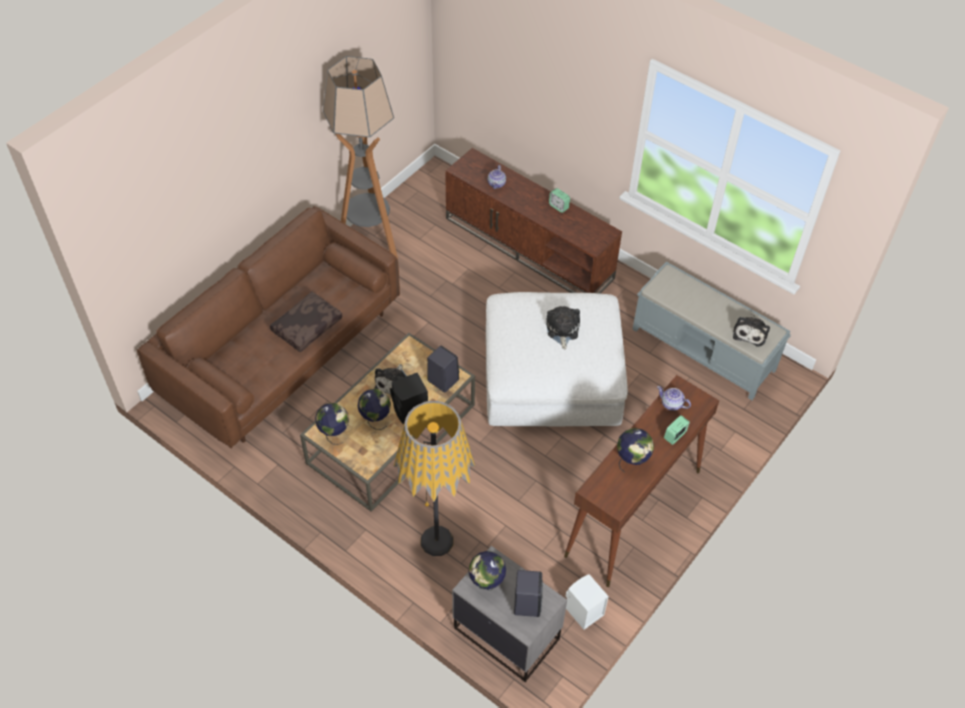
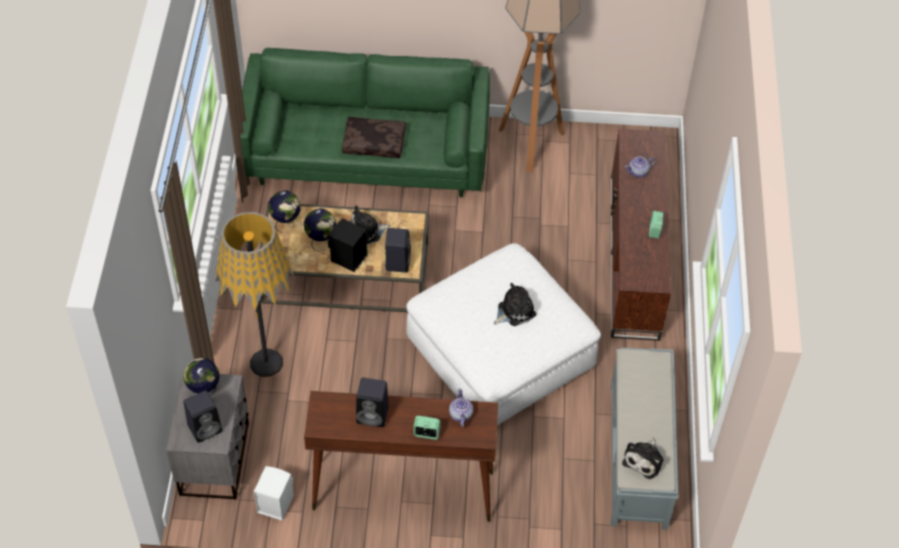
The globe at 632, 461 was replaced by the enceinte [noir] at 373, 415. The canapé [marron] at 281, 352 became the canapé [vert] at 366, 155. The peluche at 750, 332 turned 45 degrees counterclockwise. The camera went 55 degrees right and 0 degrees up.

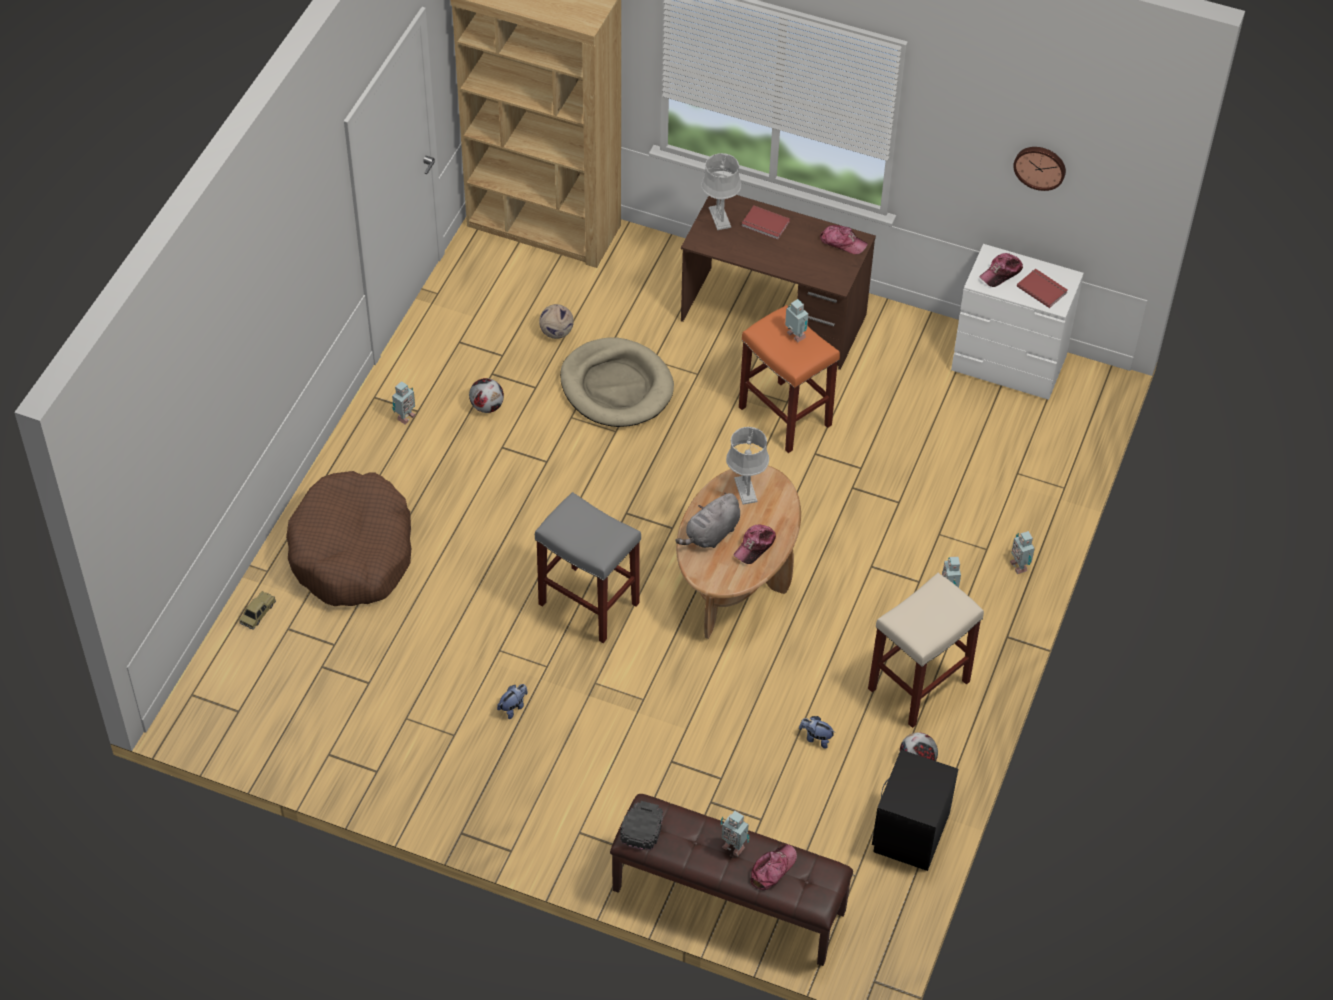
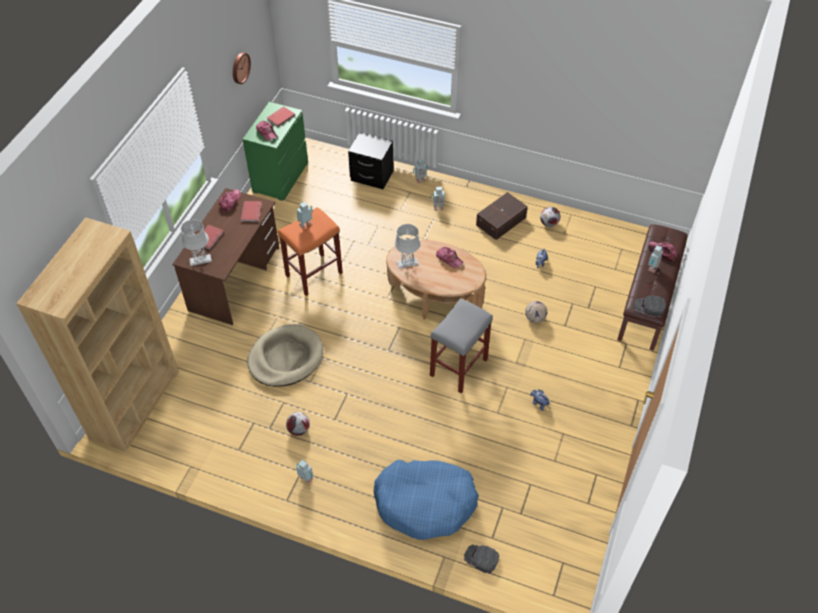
The peluche [gris] at 711, 534 disappeared. The livre [rouge] at 252, 212 appeared. The ballon de foot moved from 556, 333 to 535, 318. The table de chevet [noir] moved from 909, 831 to 371, 176. The petite voiture at 258, 613 was replaced by the casquette [noir] at 481, 559. The tabouret [beige] at 918, 686 was replaced by the boîte de rangement [marron] at 502, 221. The panier pour chien [marron] at 352, 552 became the panier pour chien [bleu] at 425, 503. The commode [blanc] at 1009, 365 became the commode [vert] at 280, 177. The camera went 90 degrees left and 0 degrees up.

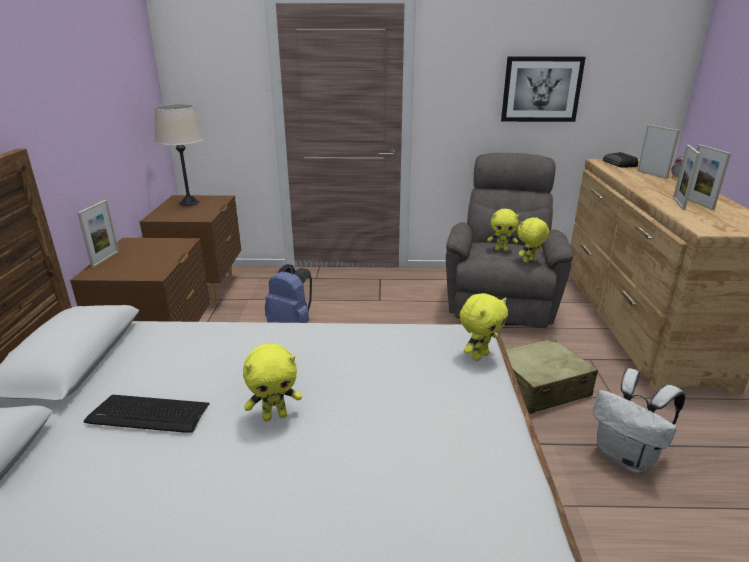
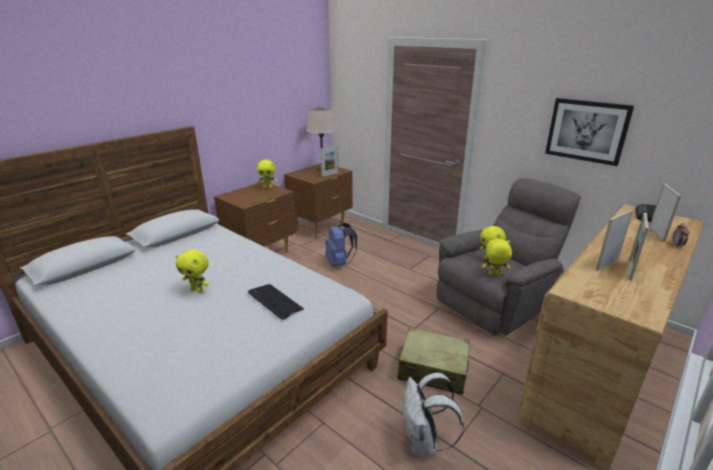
The cadre photo moved from 105, 259 to 330, 174. The clavier moved from 149, 415 to 274, 301. The peluche [jaune] moved from 479, 356 to 268, 187. The camera went 40 degrees right and 0 degrees up.

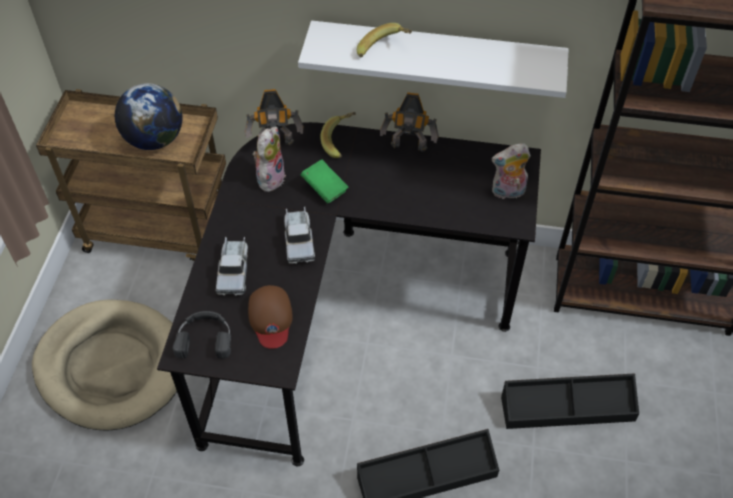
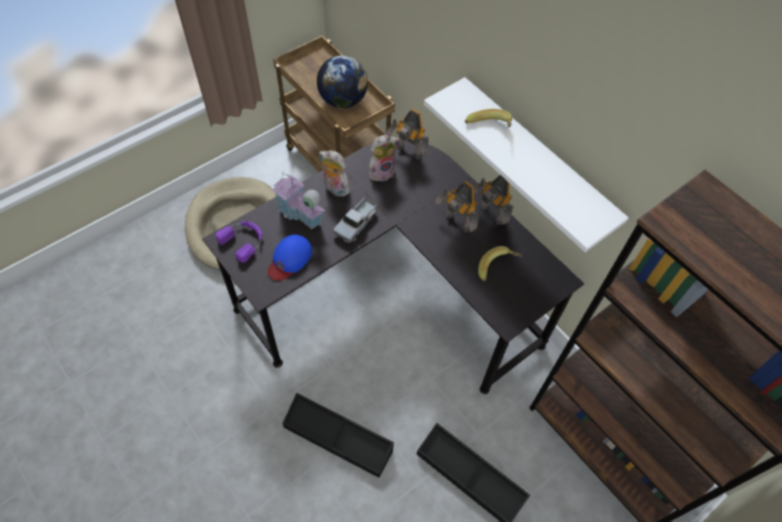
The livre [vert] at 324, 189 disappeared. The robot jouet at 456, 223 appeared. The banane moved from 341, 142 to 497, 269. The peluche moved from 507, 192 to 334, 188. The camion jouet at 234, 271 was replaced by the maison miniature at 300, 214. The casque audio [noir] at 205, 337 became the casque audio [violet] at 243, 241. The casquette [marron] at 271, 318 became the casquette [bleu] at 289, 259. The camera went 40 degrees right and 5 degrees up.

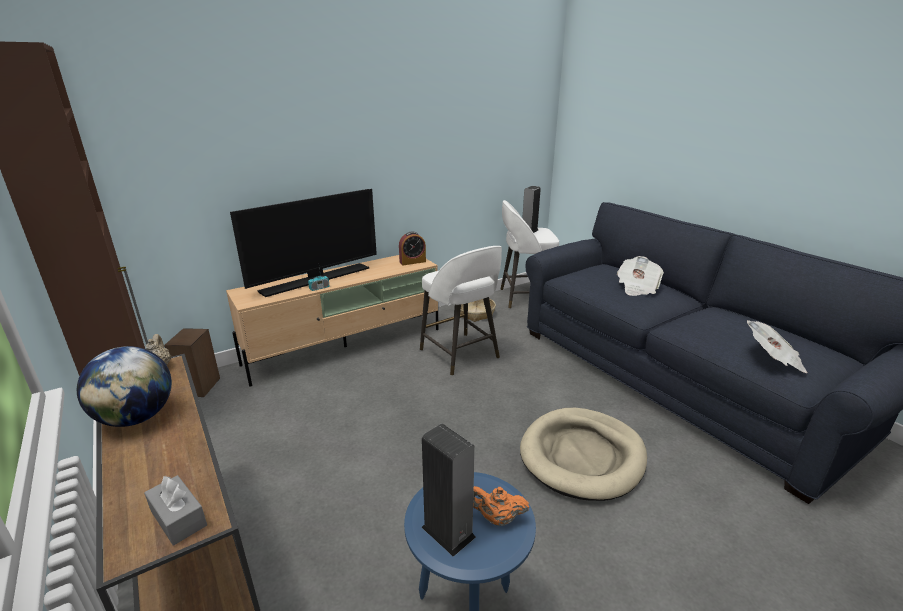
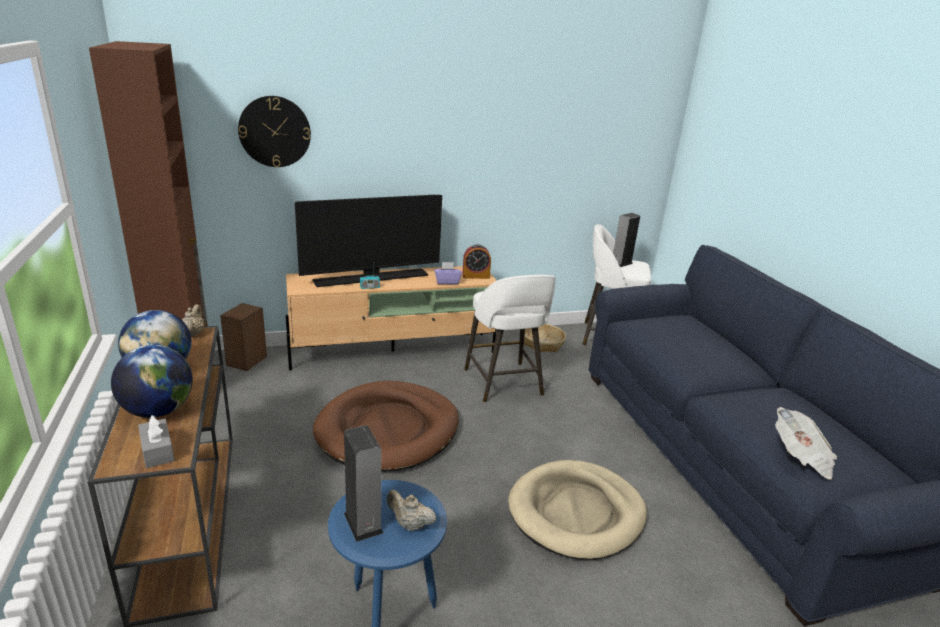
The journal at 637, 288 disappeared. The globe at 158, 411 appeared. The horloge murale at 275, 132 appeared. The panier pour chien [marron] at 388, 430 appeared. The boîte à mouchoirs [violet] at 447, 282 appeared. The théière [orange] at 497, 518 became the théière [beige] at 410, 524. The camera went 15 degrees right and 0 degrees up.

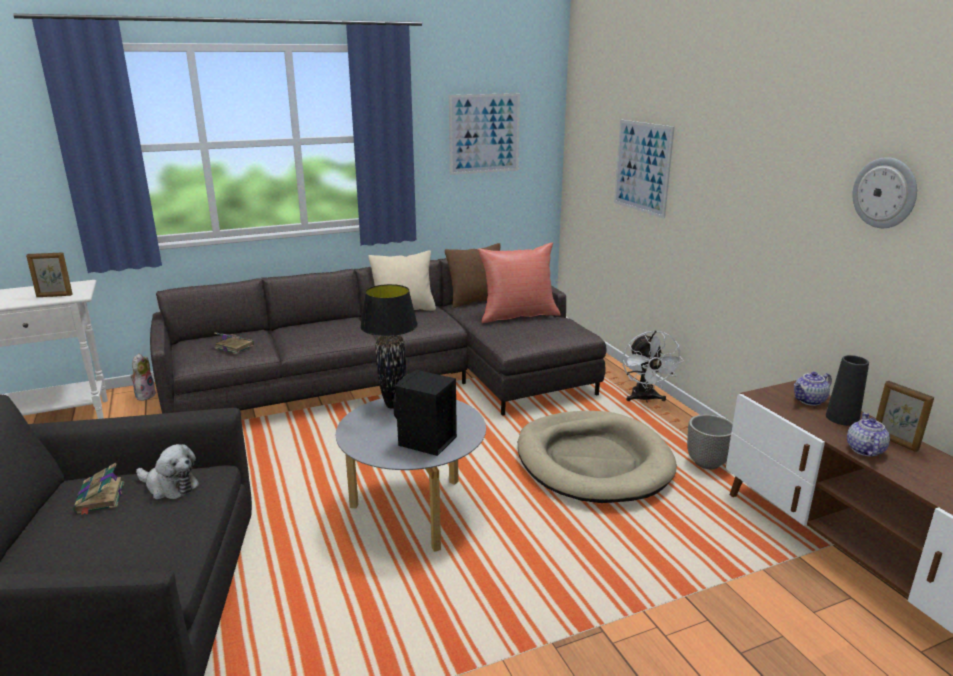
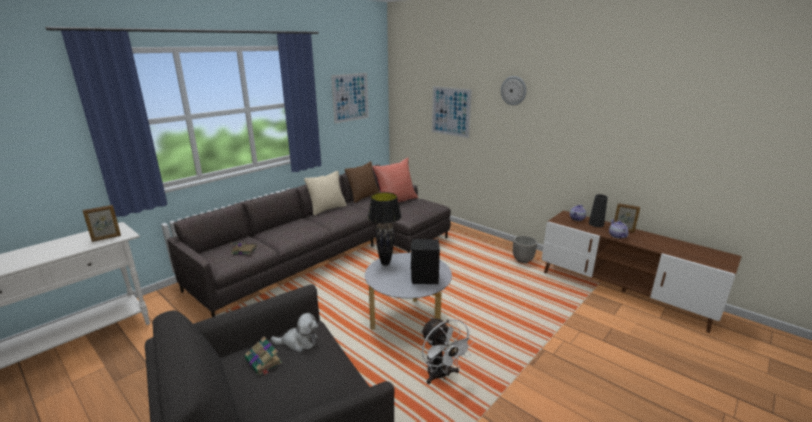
The peluche at 145, 395 disappeared. The panier pour chien [beige] at 593, 461 disappeared. The ventilateur [blanc] moved from 645, 399 to 441, 375. The horloge murale moved from 885, 193 to 513, 90. The camera went 25 degrees left and 0 degrees up.

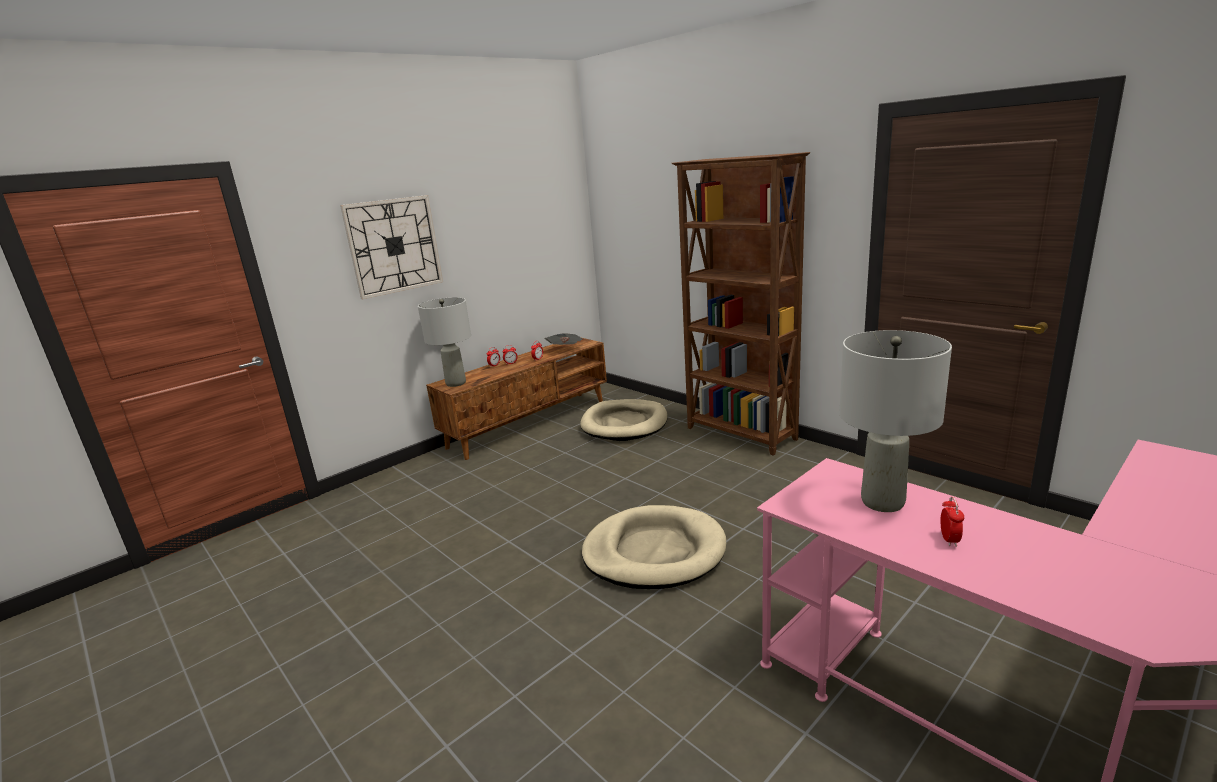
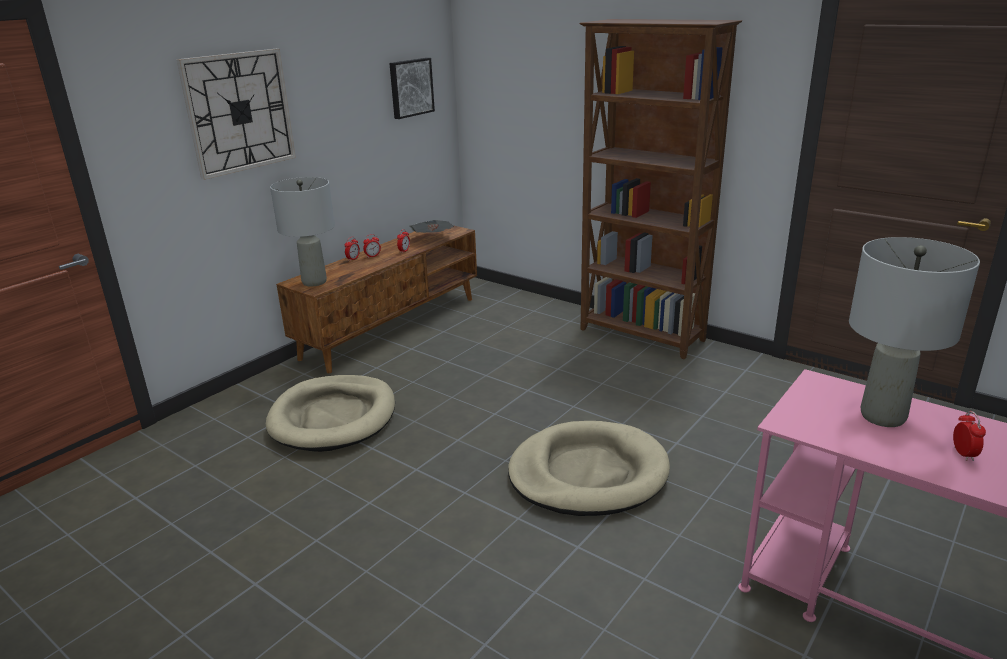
The tableau at 410, 87 appeared. The panier pour chien [beige] moved from 625, 424 to 333, 417. The camera went 10 degrees left and 5 degrees up.

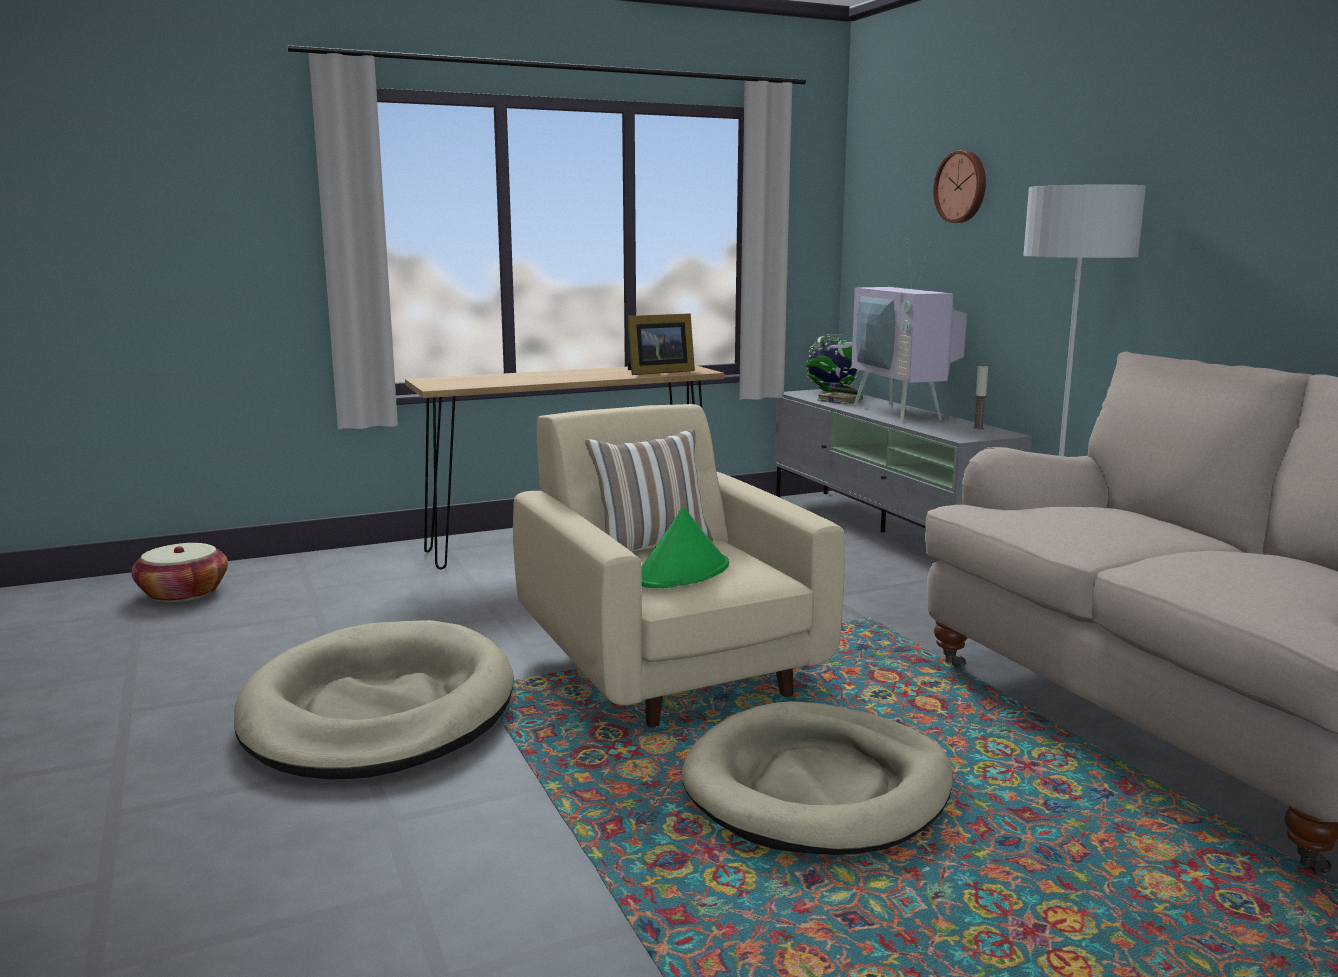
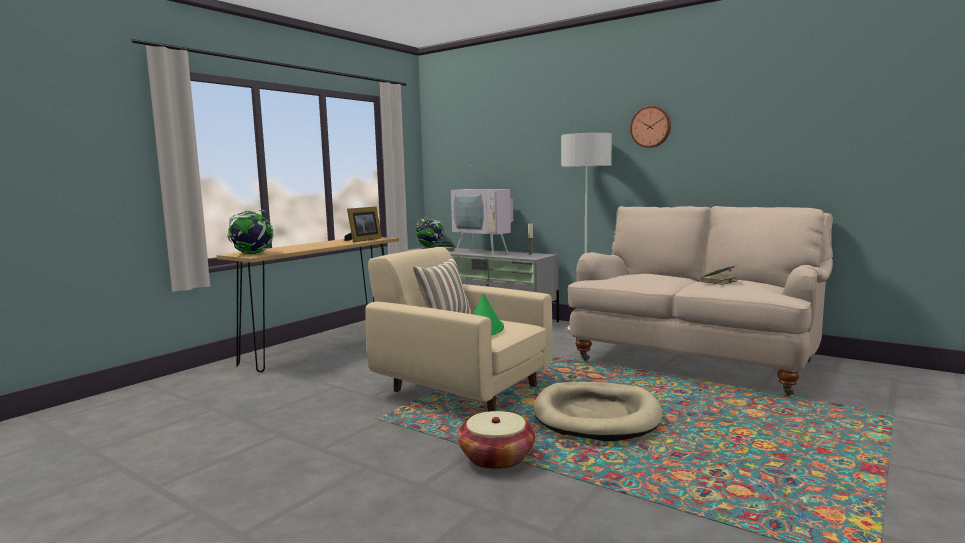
The panier pour chien [beige] at 379, 710 disappeared. The globe at 252, 254 appeared. The livre at 718, 282 appeared. The panier moved from 183, 593 to 496, 458. The horloge murale moved from 962, 187 to 651, 127. The camera went 30 degrees left and 5 degrees down.

